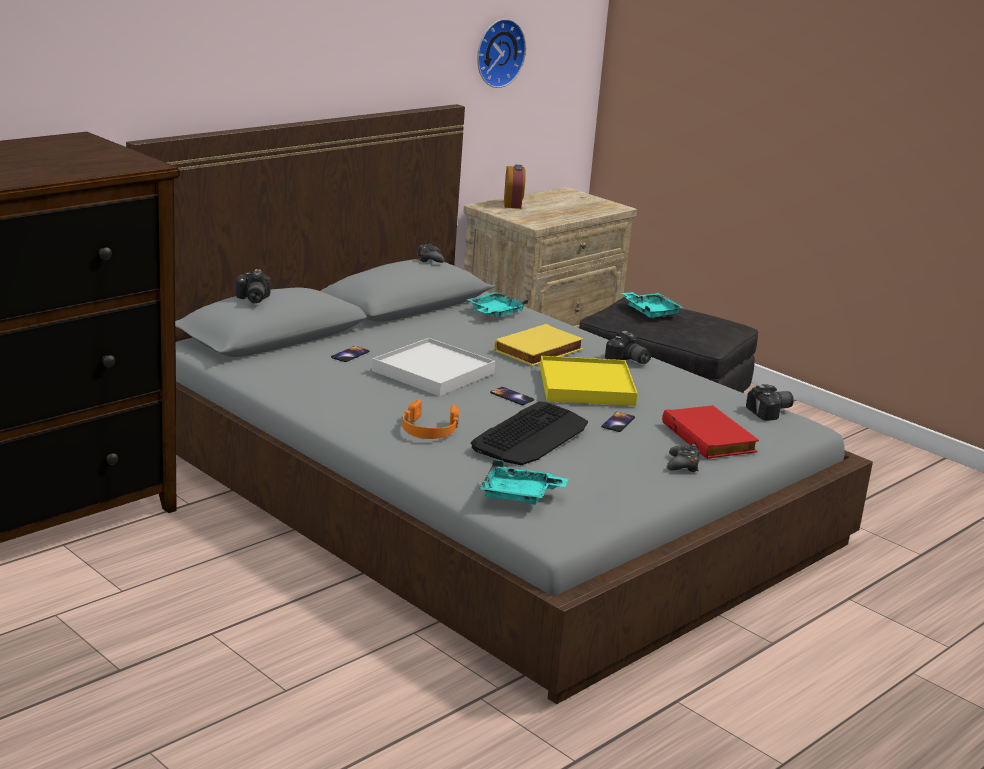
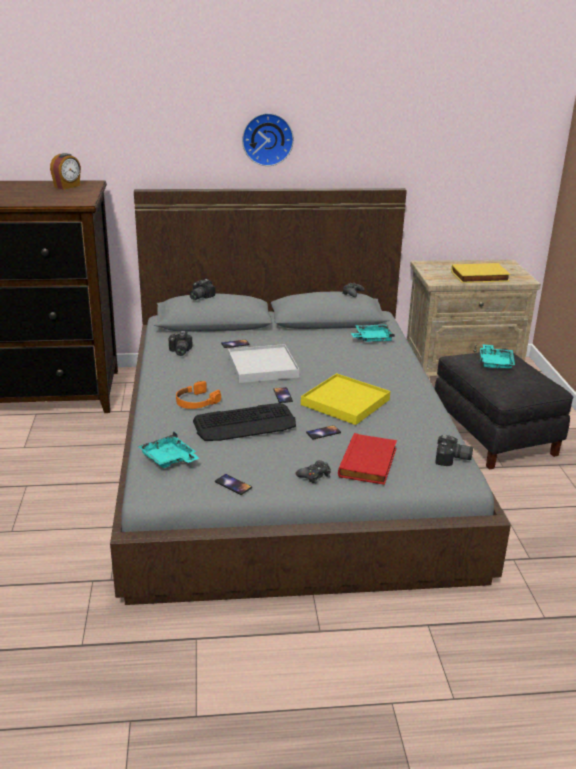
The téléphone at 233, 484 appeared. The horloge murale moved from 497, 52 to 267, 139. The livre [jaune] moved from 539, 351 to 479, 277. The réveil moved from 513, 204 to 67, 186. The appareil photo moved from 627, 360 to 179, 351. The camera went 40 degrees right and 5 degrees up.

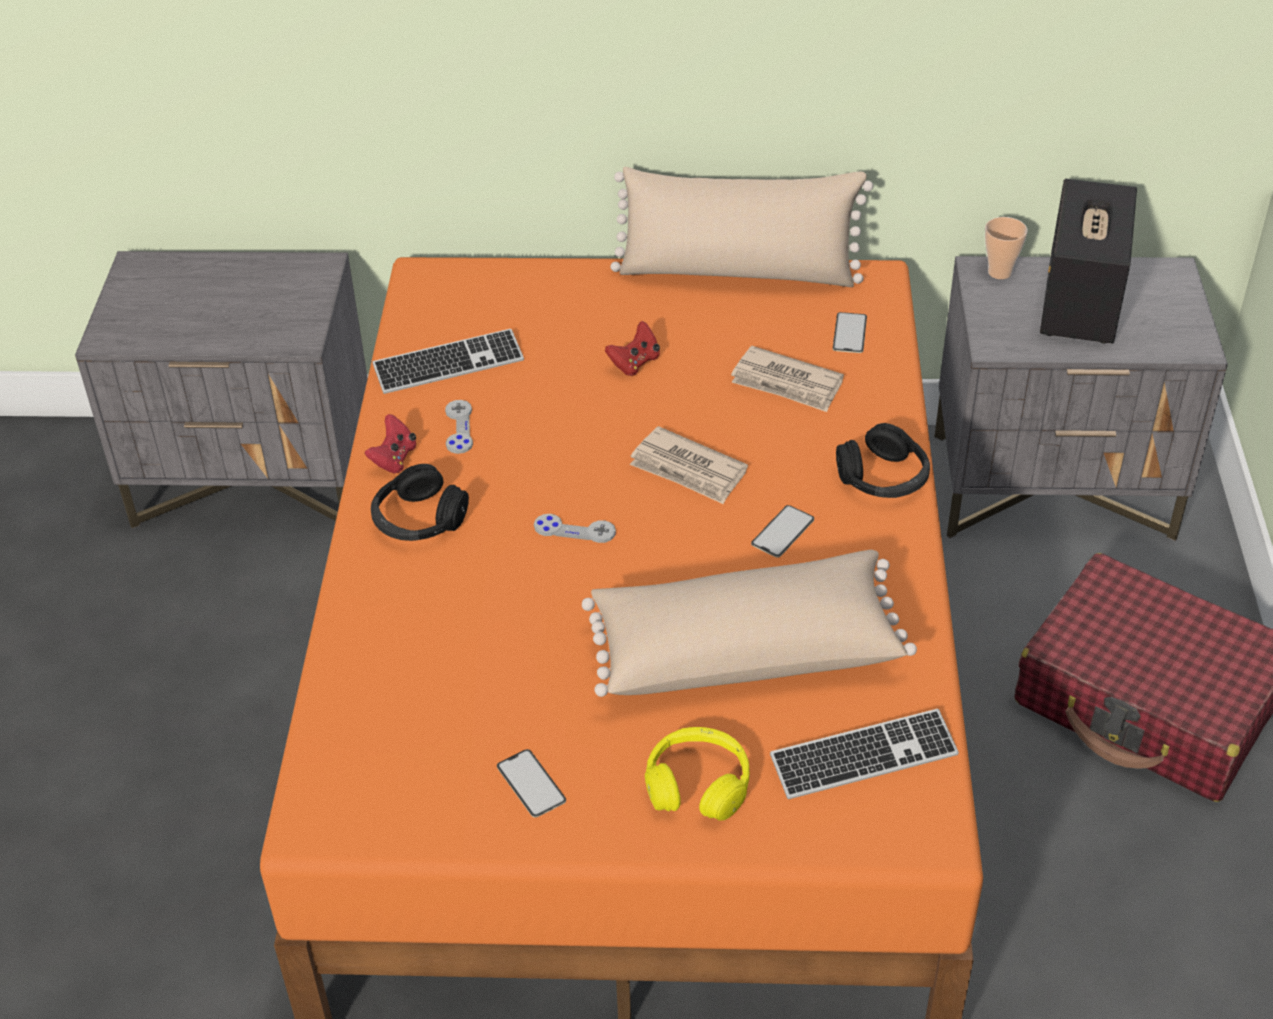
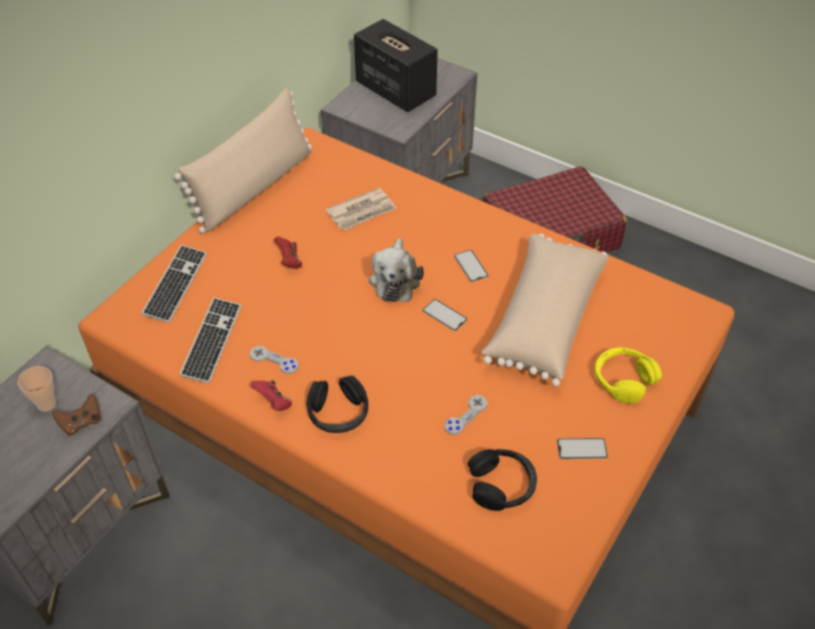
The manette [marron] at 82, 422 appeared. The manette [gris] moved from 574, 530 to 465, 415. The clavier moved from 863, 757 to 175, 285. The téléphone moved from 849, 333 to 444, 315. The casque audio [noir] moved from 883, 478 to 502, 485. The tasse moved from 999, 272 to 47, 404. The journal at 688, 470 was replaced by the peluche at 395, 279. The camera went 60 degrees left and 5 degrees up.

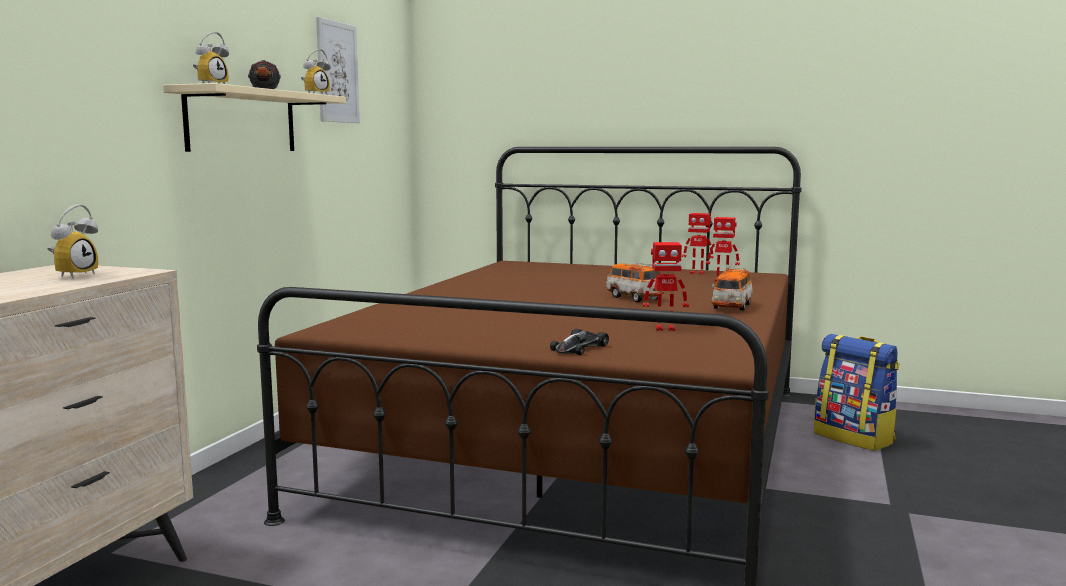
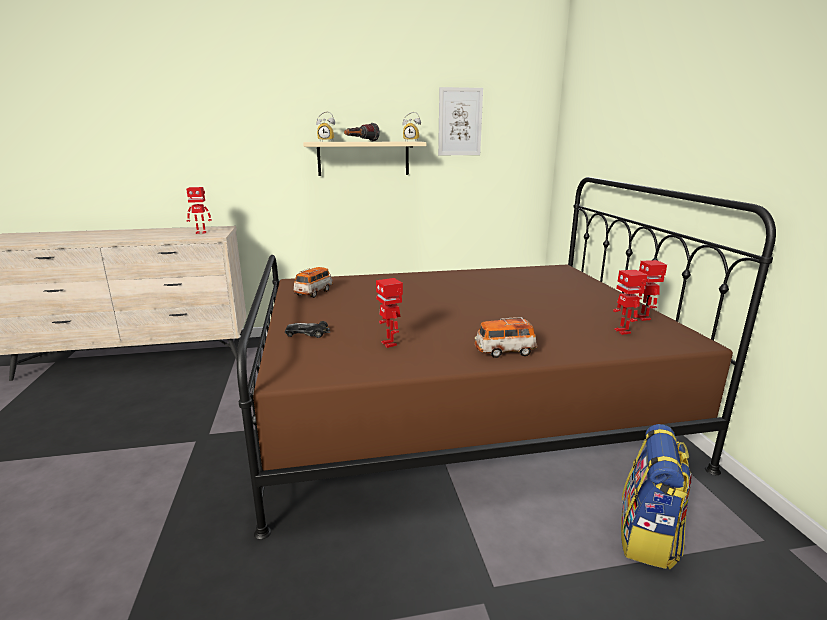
The petite voiture moved from 633, 298 to 314, 292. The réveil at 74, 275 was replaced by the robot jouet at 201, 232. The camera went 60 degrees right and 10 degrees up.

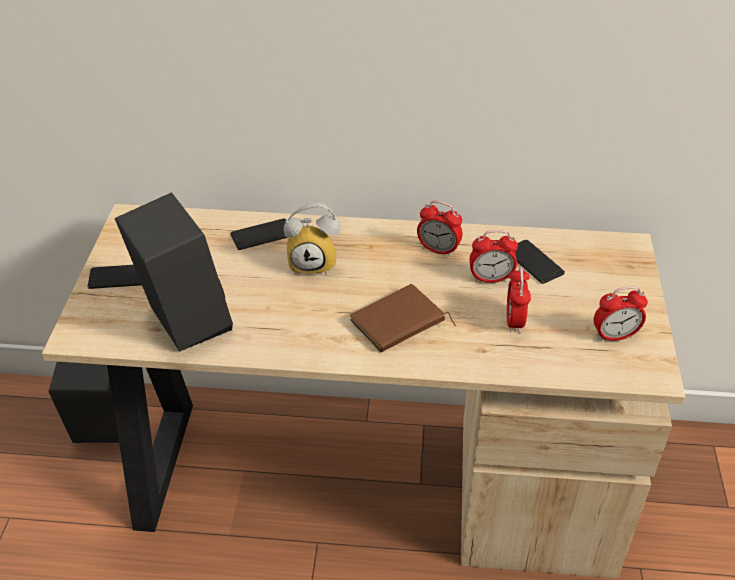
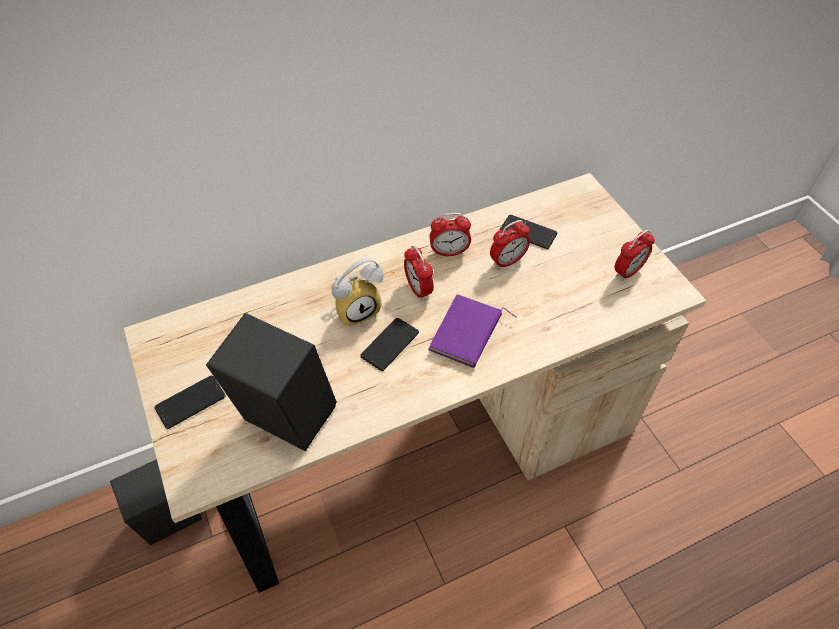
The téléphone moved from 262, 235 to 390, 344. The réveil moved from 514, 321 to 418, 289. The livre [marron] at 399, 323 became the livre [violet] at 468, 334. The camera went 30 degrees left and 10 degrees up.

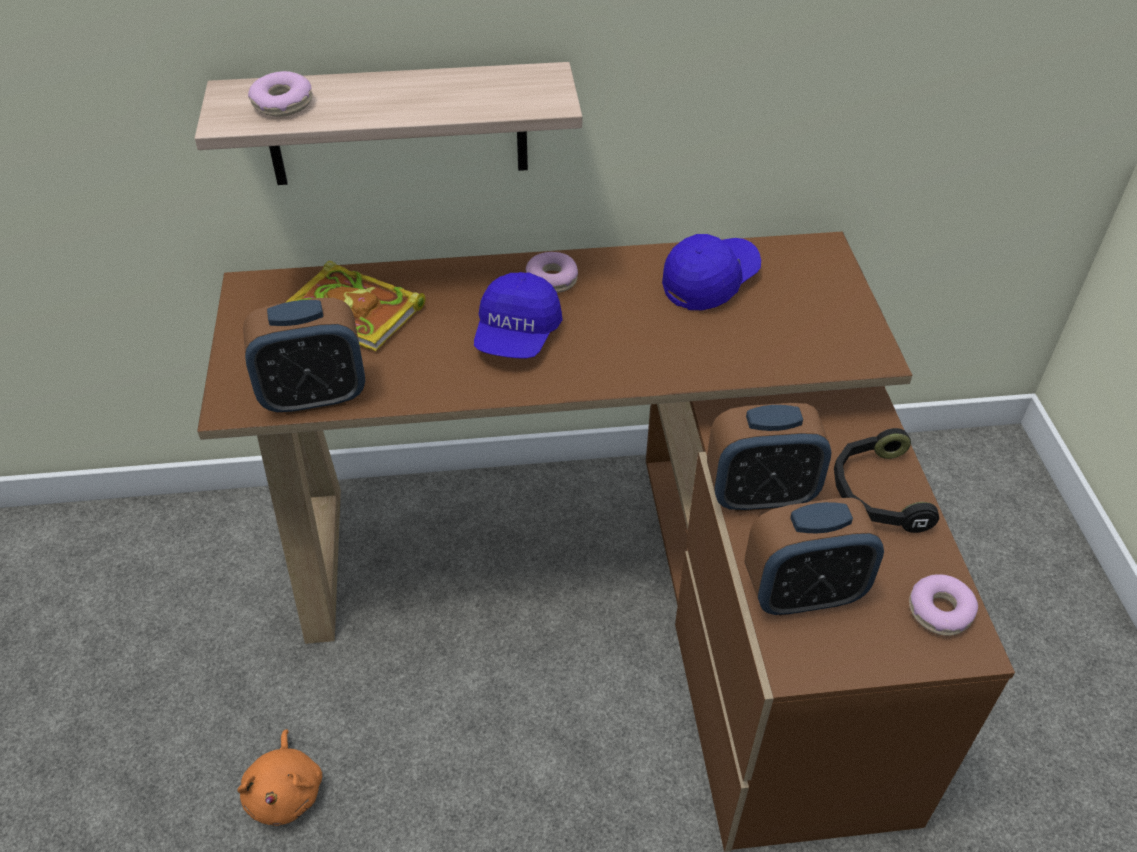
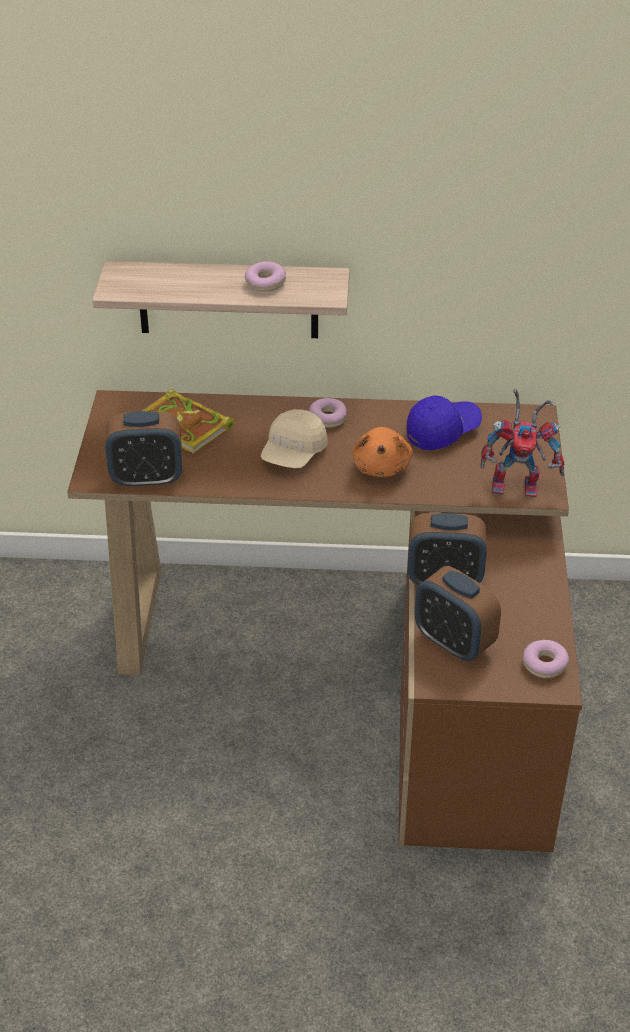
The casque audio [noir] at 876, 492 disappeared. The robot jouet at 519, 485 appeared. The peluche [orange] moved from 286, 791 to 382, 466. The beignet moved from 282, 104 to 265, 283. The casquette [bleu] at 517, 335 became the casquette [beige] at 293, 453. The réveil at 802, 593 turned 45 degrees clockwise. The camera went 10 degrees right and 5 degrees down.

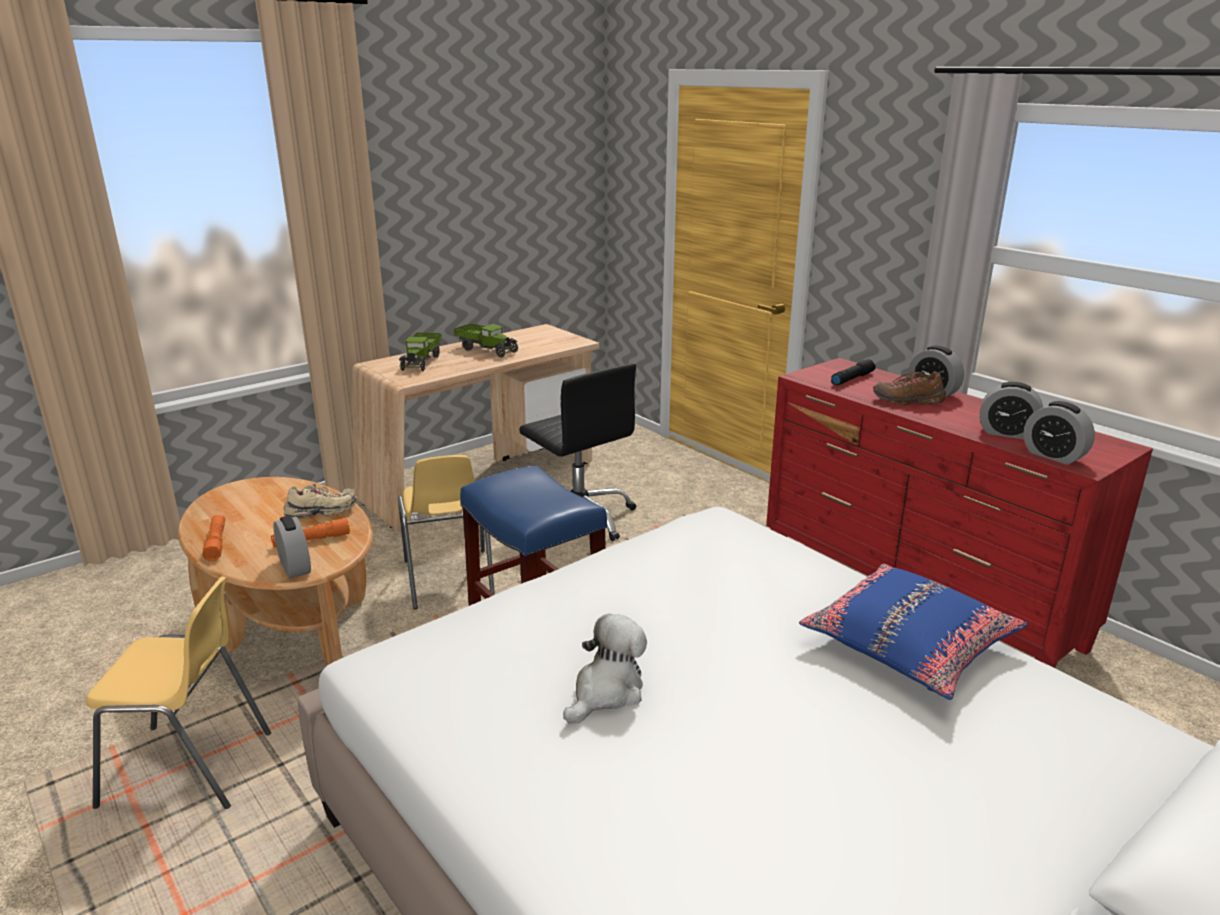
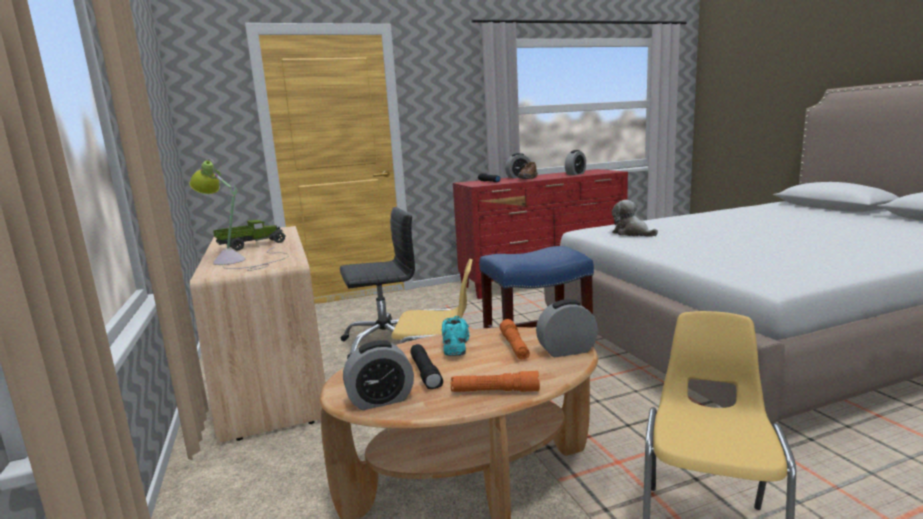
The coussin [bleu] at 909, 645 disappeared. The lampe de poche [noir] at 426, 373 appeared. The peluche moved from 606, 692 to 632, 233. The réveil moved from 1053, 456 to 380, 400. The camion jouet at 421, 362 was replaced by the lampe de table at 241, 260. The chaussure [beige] at 321, 512 became the chaussure [turquoise] at 455, 345. The camera went 70 degrees left and 10 degrees down.

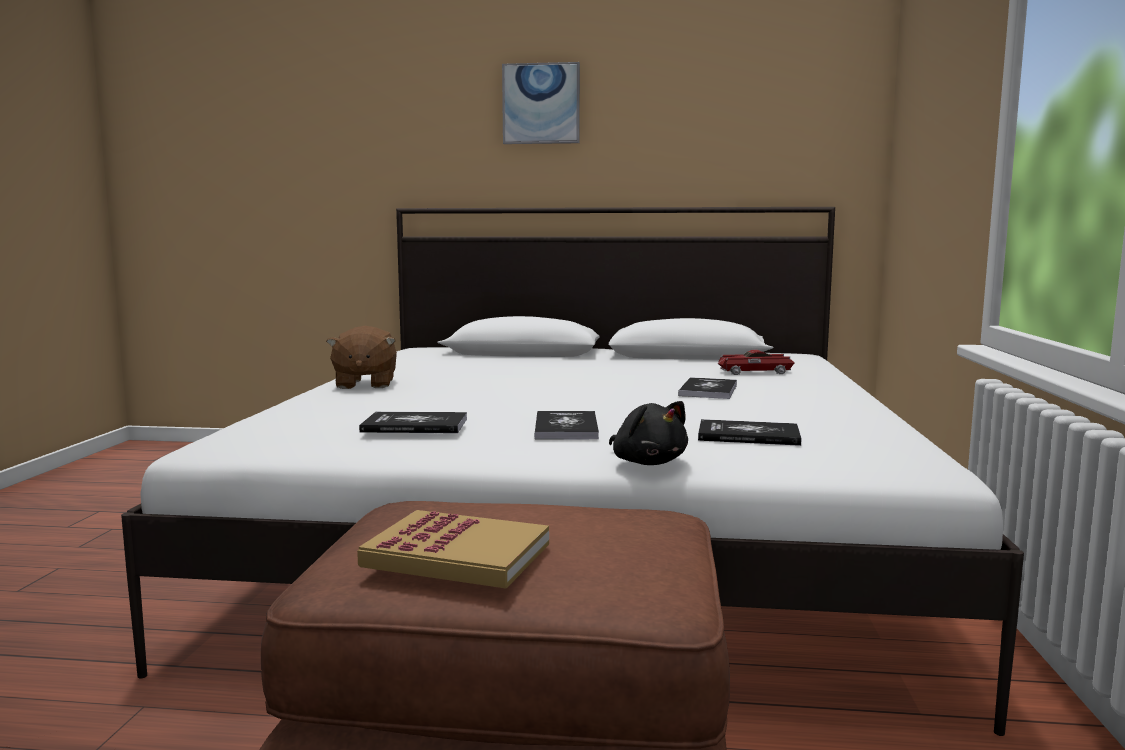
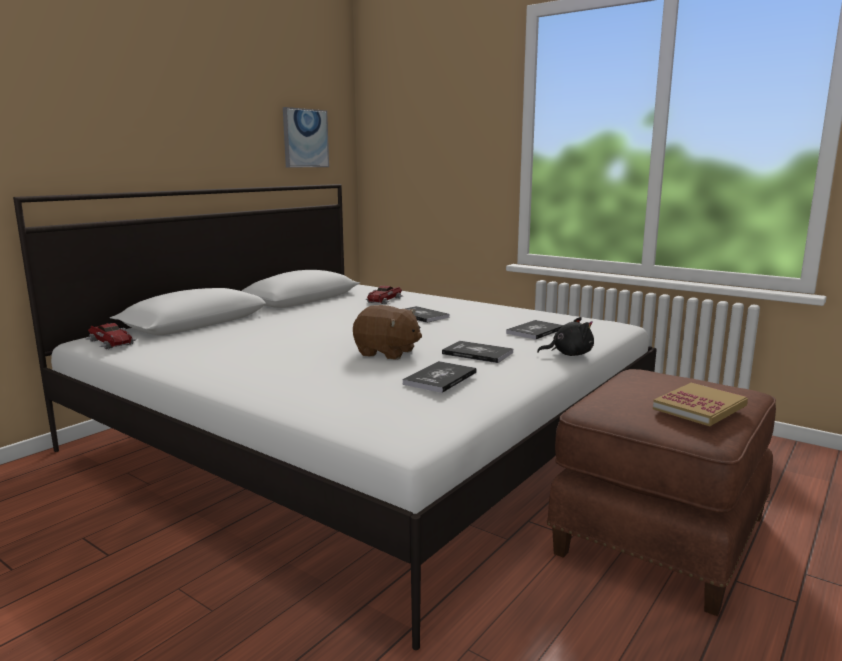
The petite voiture at 111, 342 appeared. The peluche [marron] moved from 364, 384 to 387, 353. The tableau moved from 541, 104 to 305, 138. The camera went 60 degrees left and 5 degrees up.

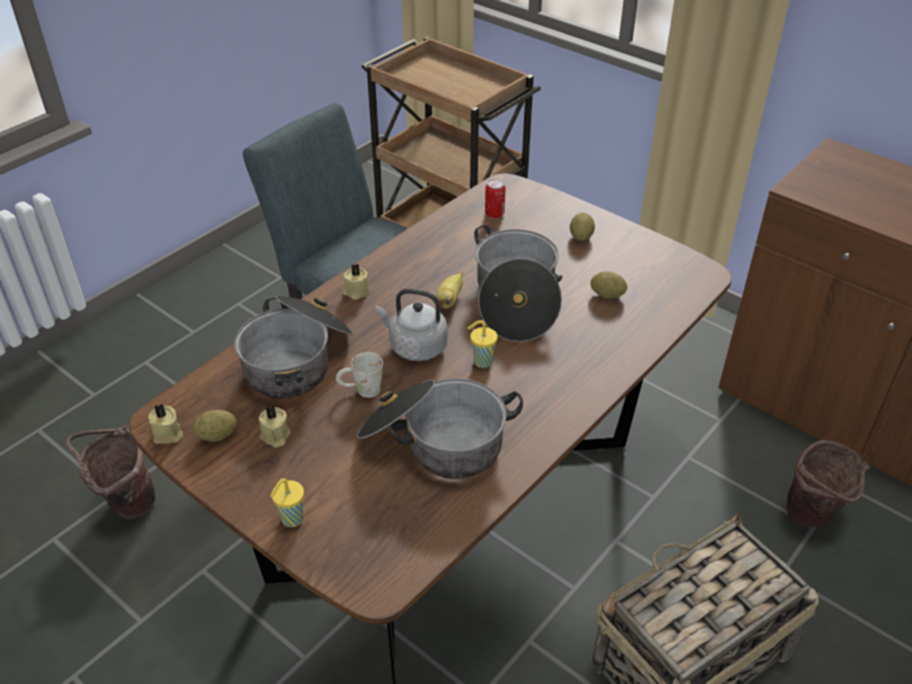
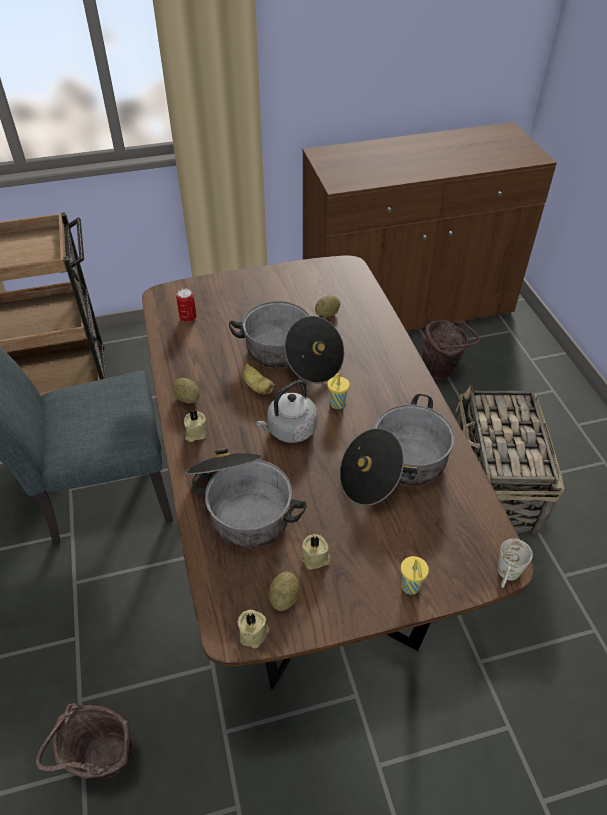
The mug [blanc] moved from 361, 390 to 506, 577. The pomme de terre moved from 581, 236 to 187, 398. The camera went 55 degrees left and 5 degrees up.

